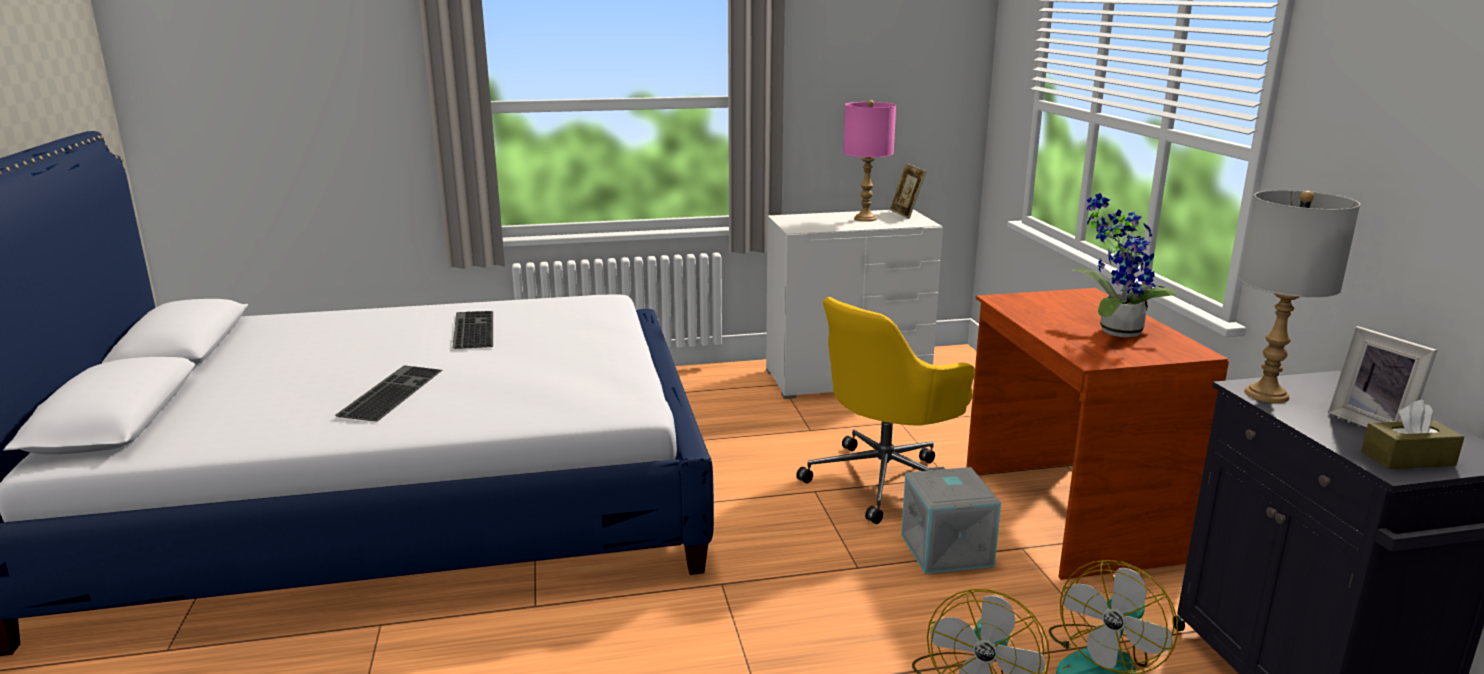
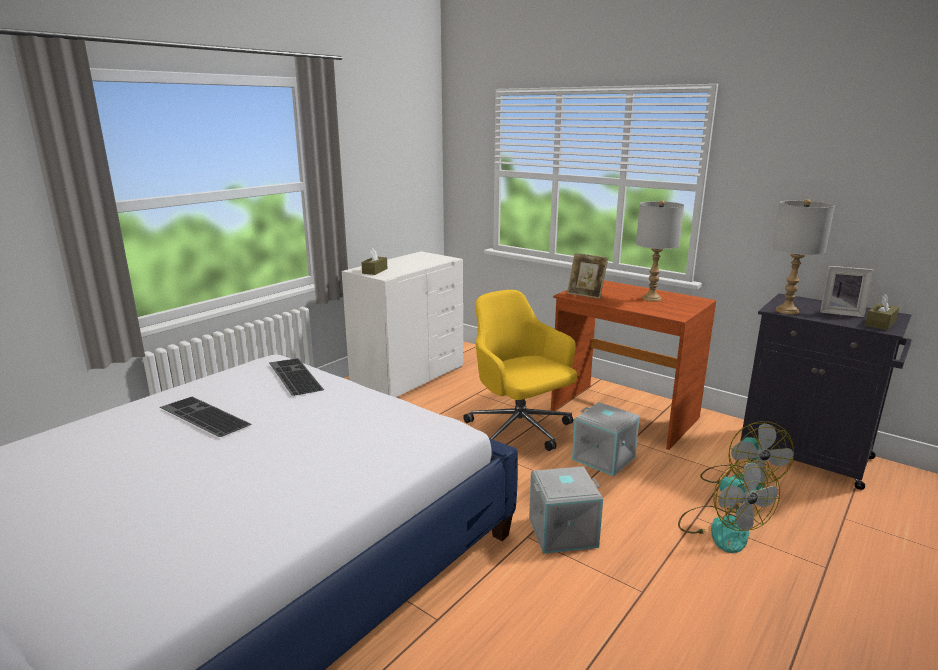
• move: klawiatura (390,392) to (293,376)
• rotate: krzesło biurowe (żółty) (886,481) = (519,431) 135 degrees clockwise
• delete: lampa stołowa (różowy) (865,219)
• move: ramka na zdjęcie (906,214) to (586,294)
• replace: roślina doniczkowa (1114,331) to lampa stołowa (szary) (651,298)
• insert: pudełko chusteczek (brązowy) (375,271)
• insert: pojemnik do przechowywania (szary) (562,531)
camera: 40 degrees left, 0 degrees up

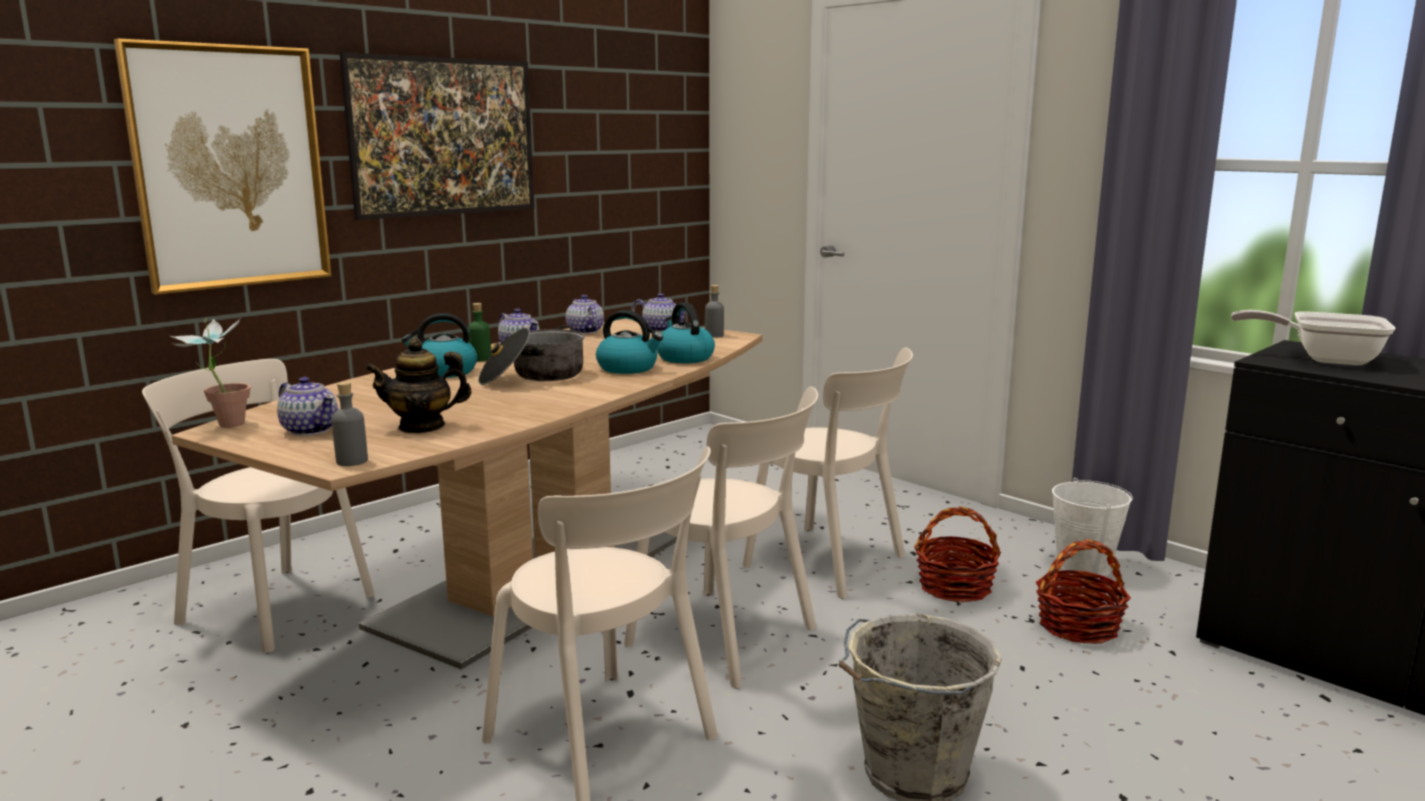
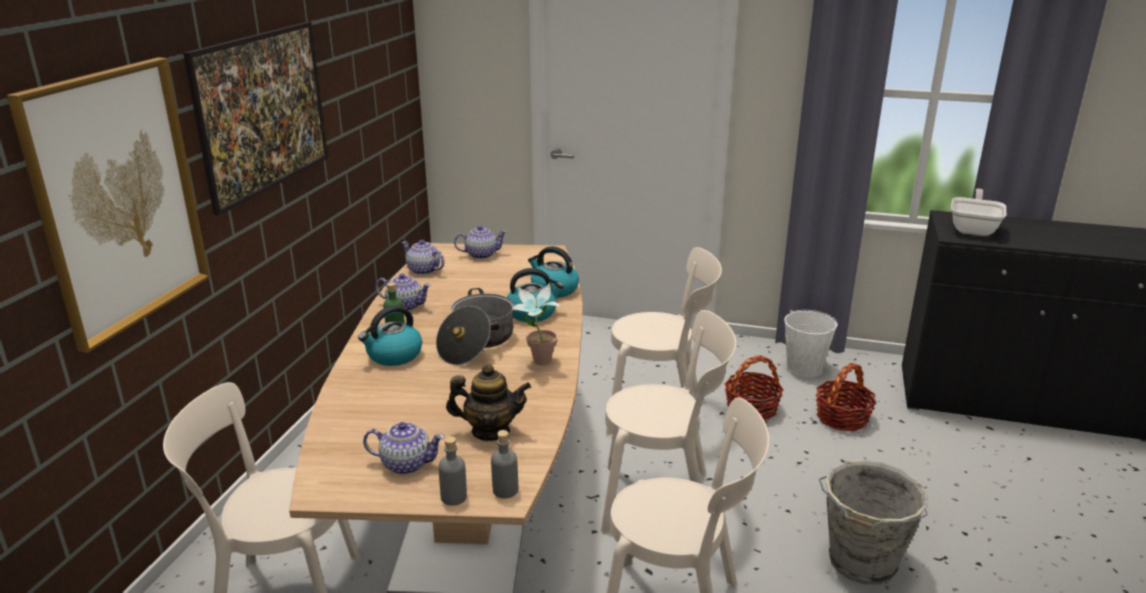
• move: roślina doniczkowa (221,425) to (537,364)
• rotate: imbryk (422,426) = (490,431) 135 degrees counterclockwise
• move: butelka (szary) (714,335) to (454,497)
• rotate: patelnia (1323,359) = (974,228) 120 degrees clockwise
camera: 30 degrees left, 10 degrees up

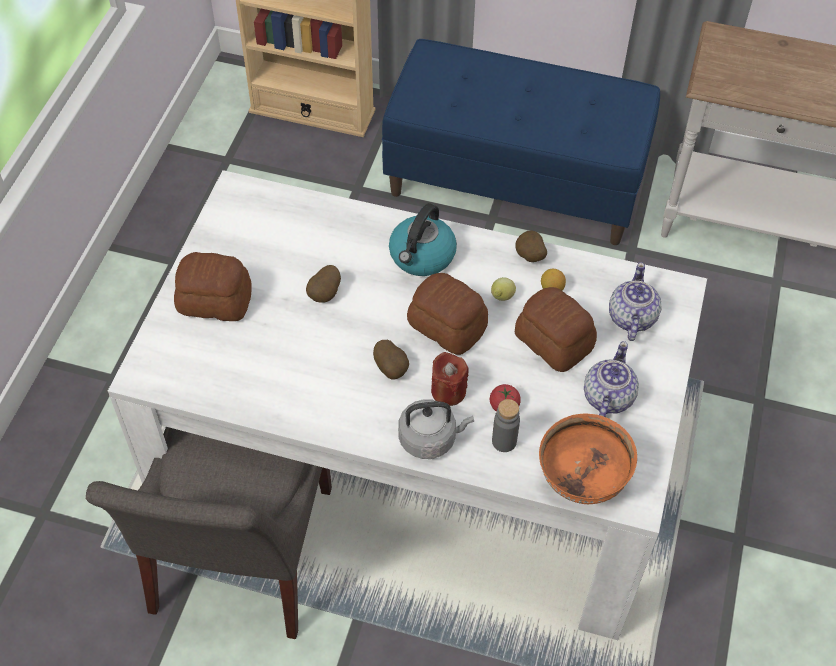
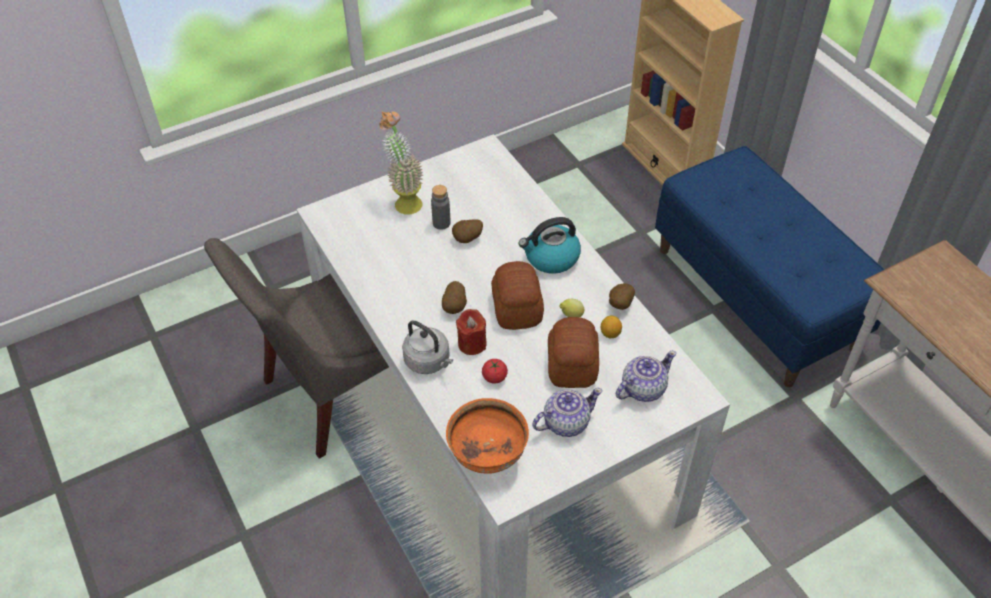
• replace: chleb (214,300) to roślina doniczkowa (404,200)
• move: butelka (szary) (504,441) to (441,223)
camera: 45 degrees right, 5 degrees down

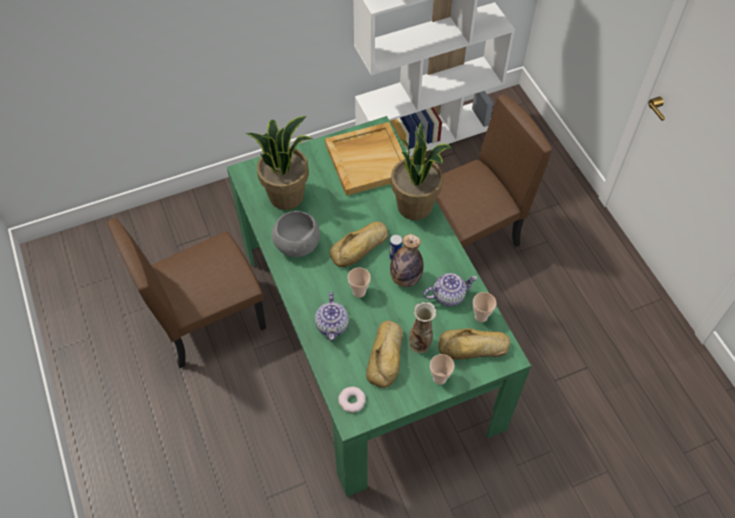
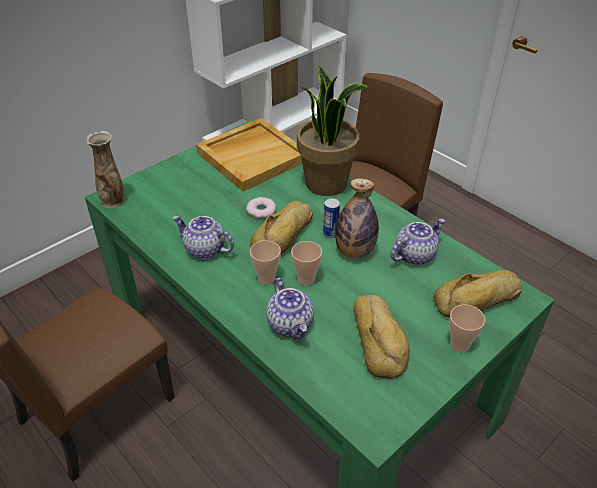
• delete: roślina doniczkowa (286,195)
• replace: miska (szary) (297,244) to imbryk (204,249)
• move: donut (352,401) to (261,210)
• move: wazon (420,344) to (113,201)
• move: filiżanka (481,316) to (266,278)
camera: 20 degrees left, 15 degrees down

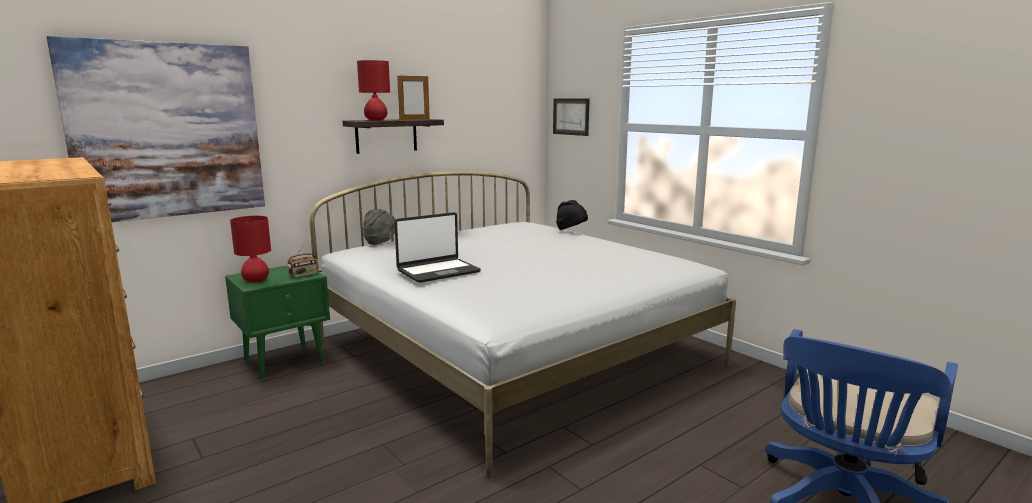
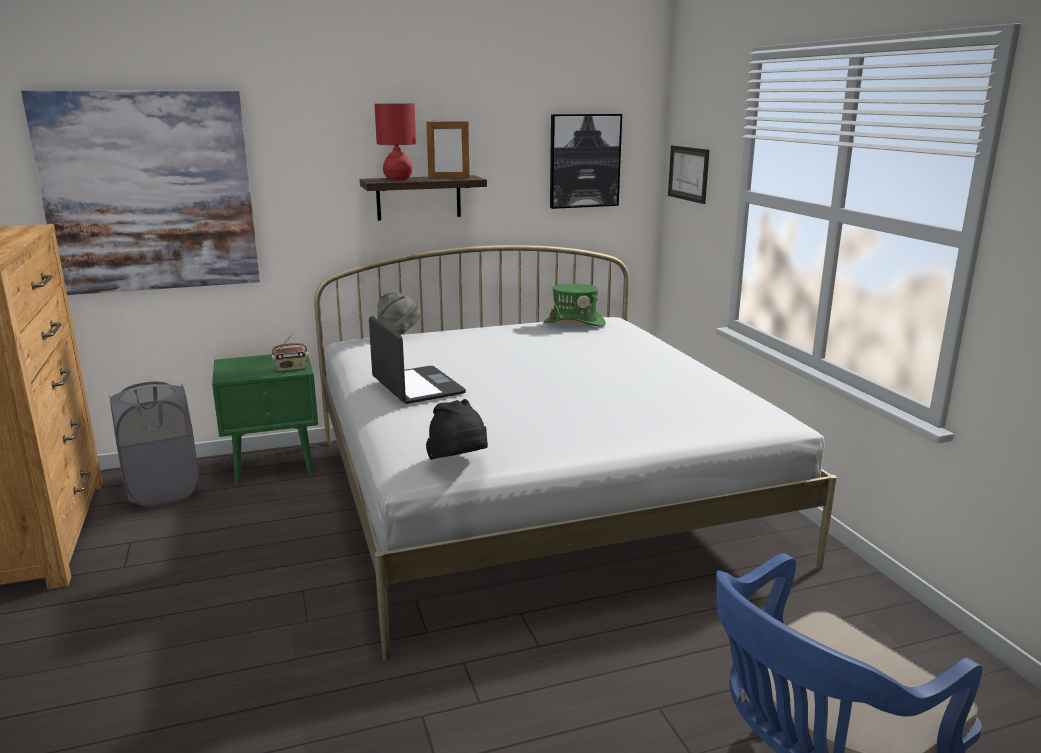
• delete: lampa stołowa (czerwony) (256,280)
• rotate: laptop (438,271) = (416,387) 105 degrees counterclockwise
• move: kapelusz (czarny) (571,231) to (459,463)
• insert: kosz na pranie (szary) (163,491)
• insert: kapelusz (zielony) (574,323)
• insert: obraz (584,161)
camera: 20 degrees right, 5 degrees up

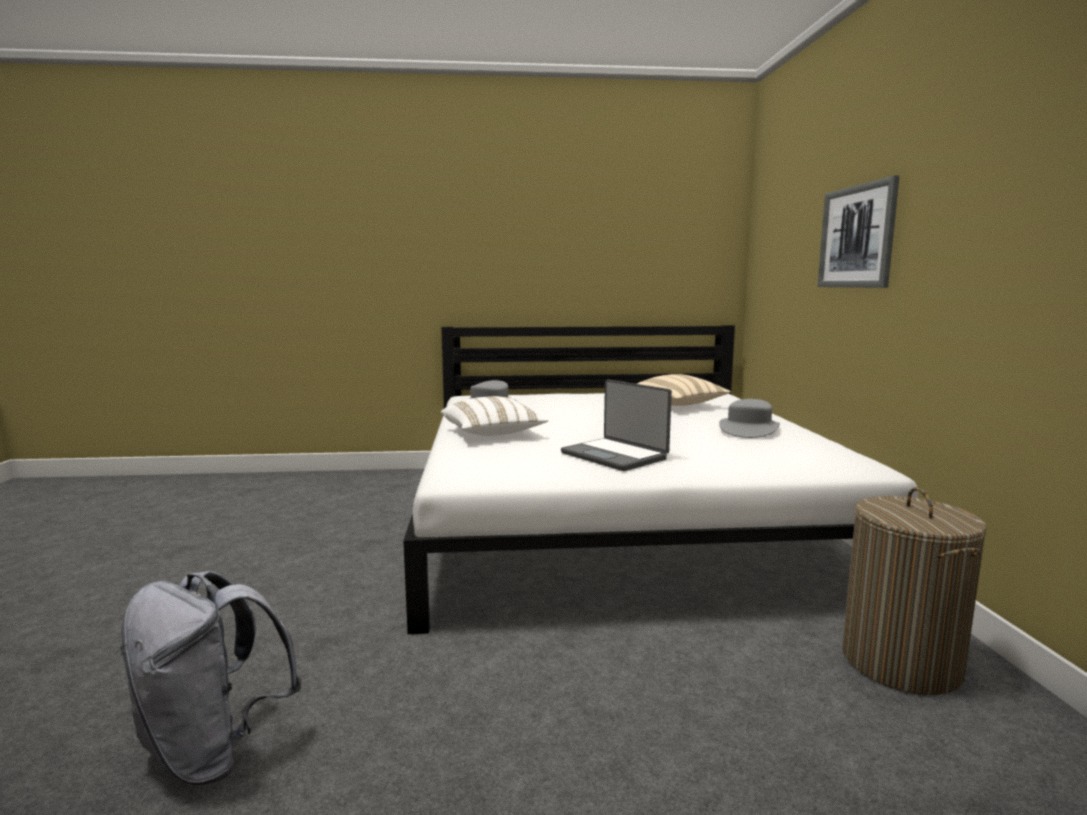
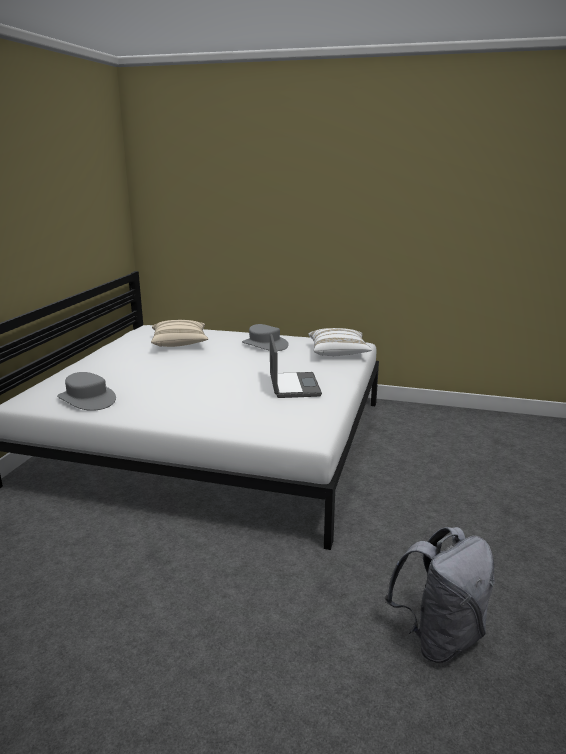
• move: poduszka (biały) (492,434) to (338,353)
• rotate: laptop (615,456) = (293,386) 75 degrees counterclockwise
• delete: obraz (856,237)
• delete: kosz na pranie (901,663)
camera: 70 degrees left, 10 degrees up

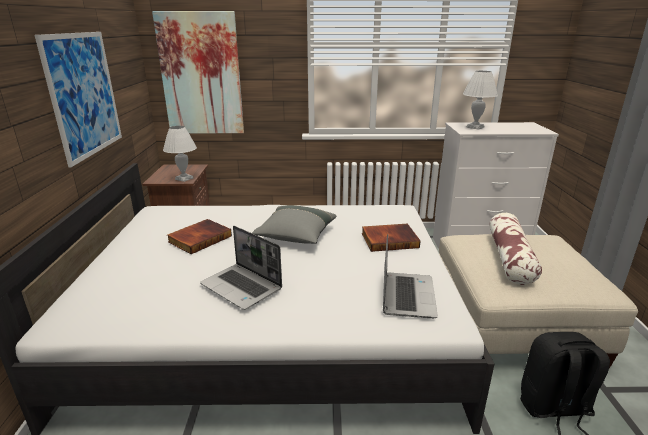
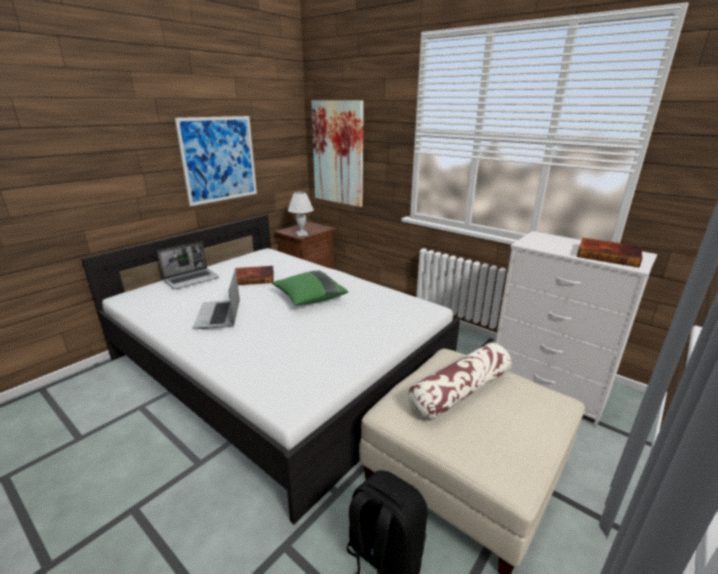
• recolor: poduszka (szary) (295,236) to poduszka (zielony) (309,298)
• move: książka (389,240) to (608,255)
• move: laptop (406,295) to (192,279)
• delete: lampa stołowa (biały) (475,127)
camera: 40 degrees right, 0 degrees up

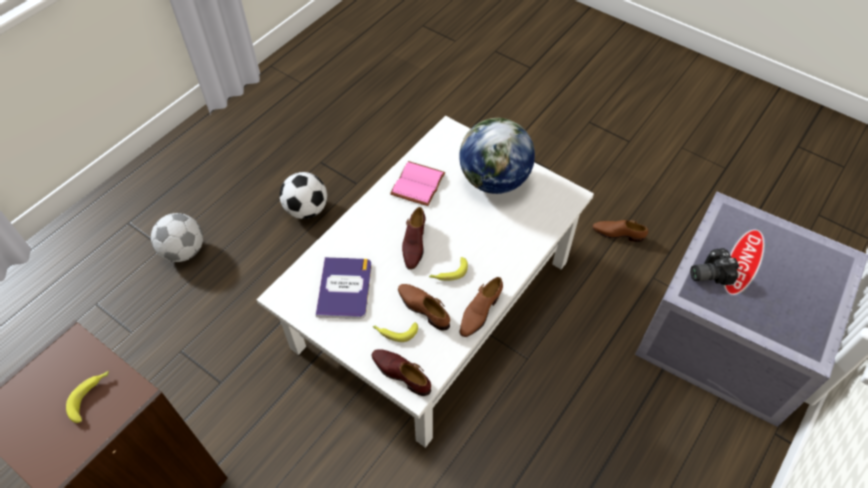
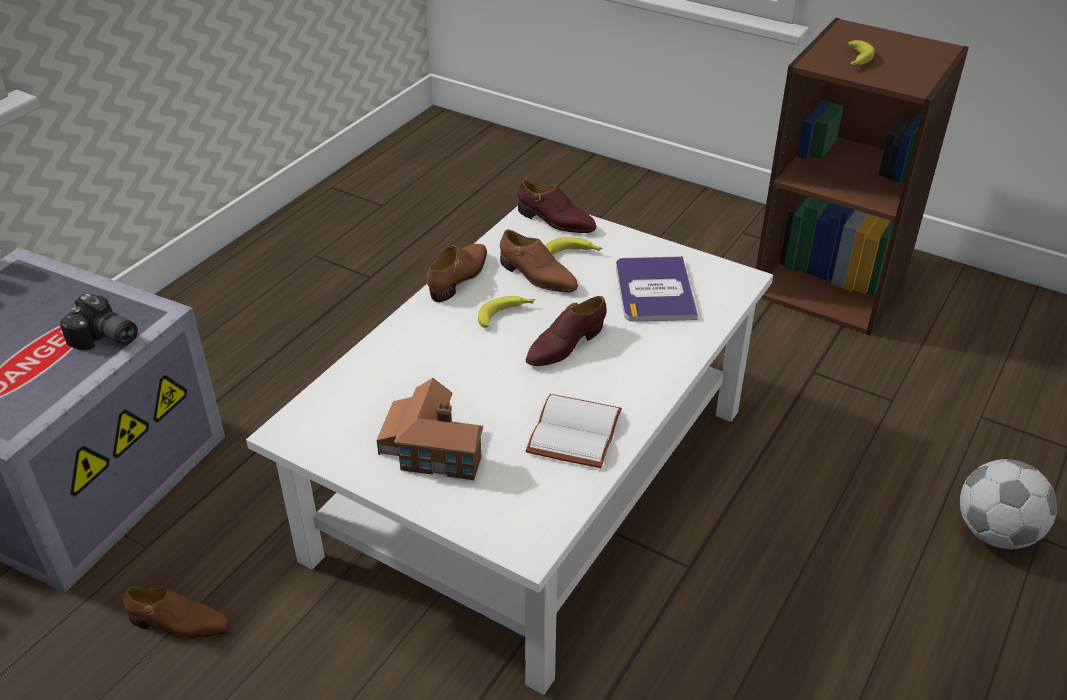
• delete: piłka futbolowa (306,210)
• recolor: książka (różowy) (419,185) to książka (biały) (572,431)
• rotate: but (brązowy) (414,244) = (565,345) 135 degrees counterclockwise
• replace: globus (493,180) to domek (432,448)
• rotate: aparat fotograficzny (708,272) = (104,339) 45 degrees clockwise
camera: 175 degrees right, 15 degrees down

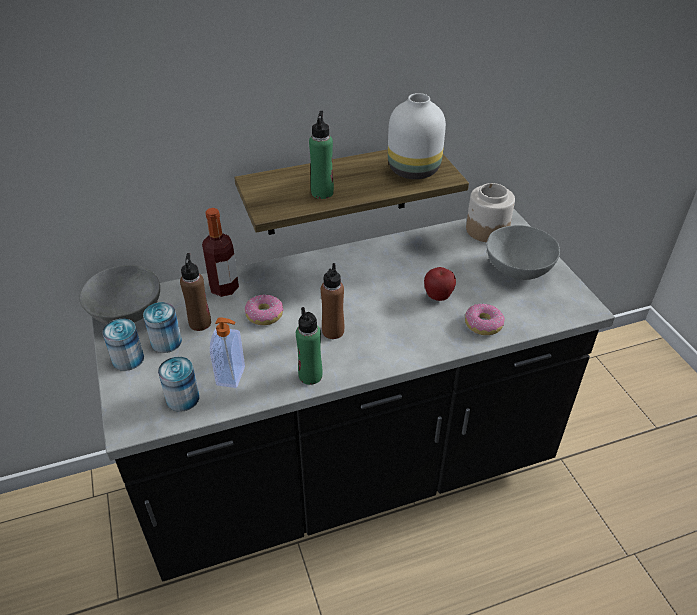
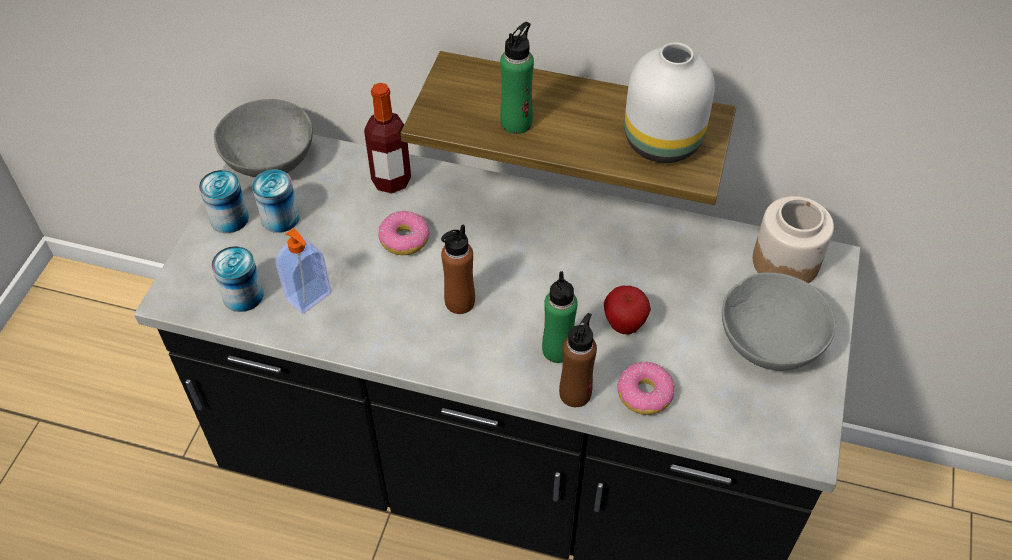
• move: butelka (brązowy) (200,323) to (575,393)
• move: butelka (zielony) (310,376) to (557,350)
camera: 35 degrees right, 10 degrees up

